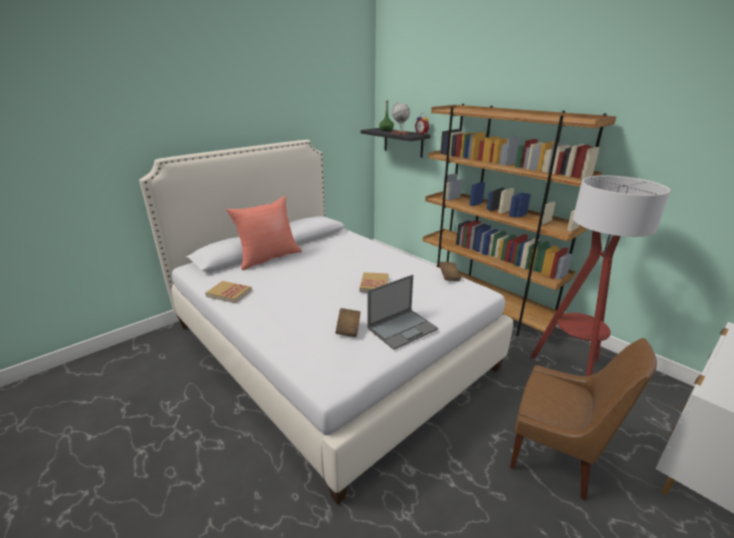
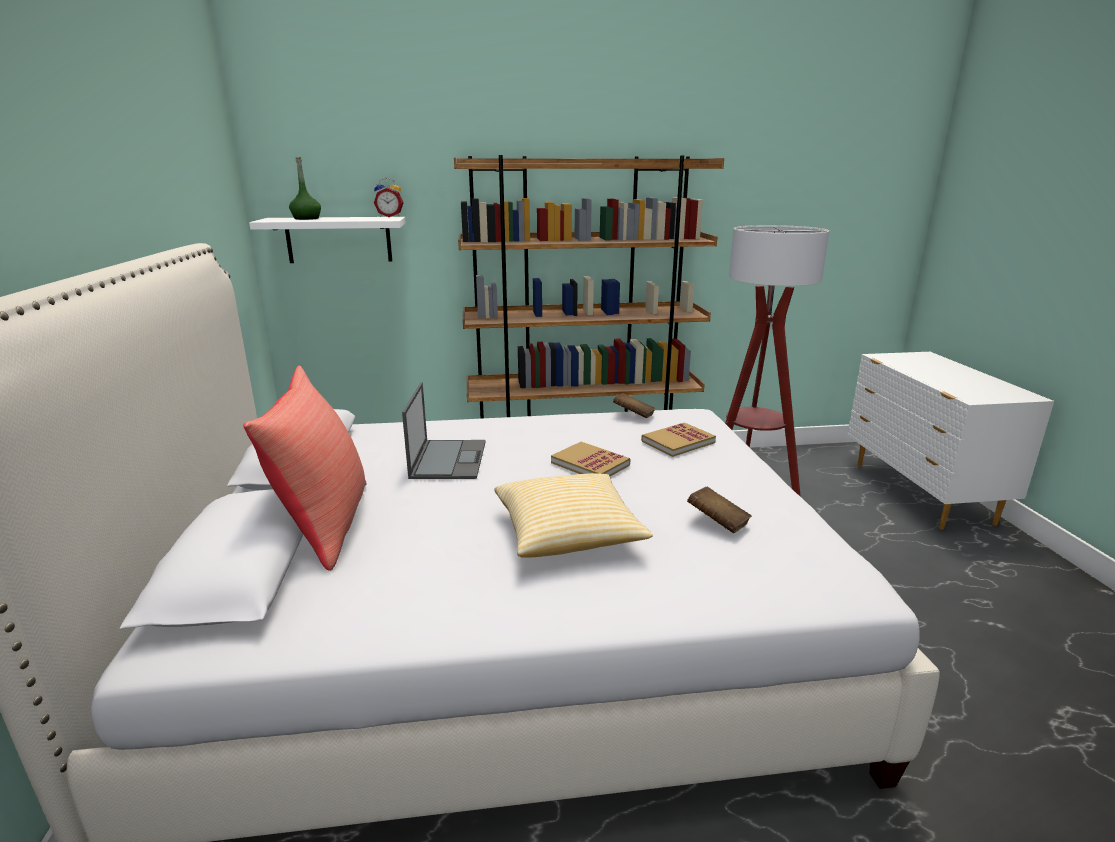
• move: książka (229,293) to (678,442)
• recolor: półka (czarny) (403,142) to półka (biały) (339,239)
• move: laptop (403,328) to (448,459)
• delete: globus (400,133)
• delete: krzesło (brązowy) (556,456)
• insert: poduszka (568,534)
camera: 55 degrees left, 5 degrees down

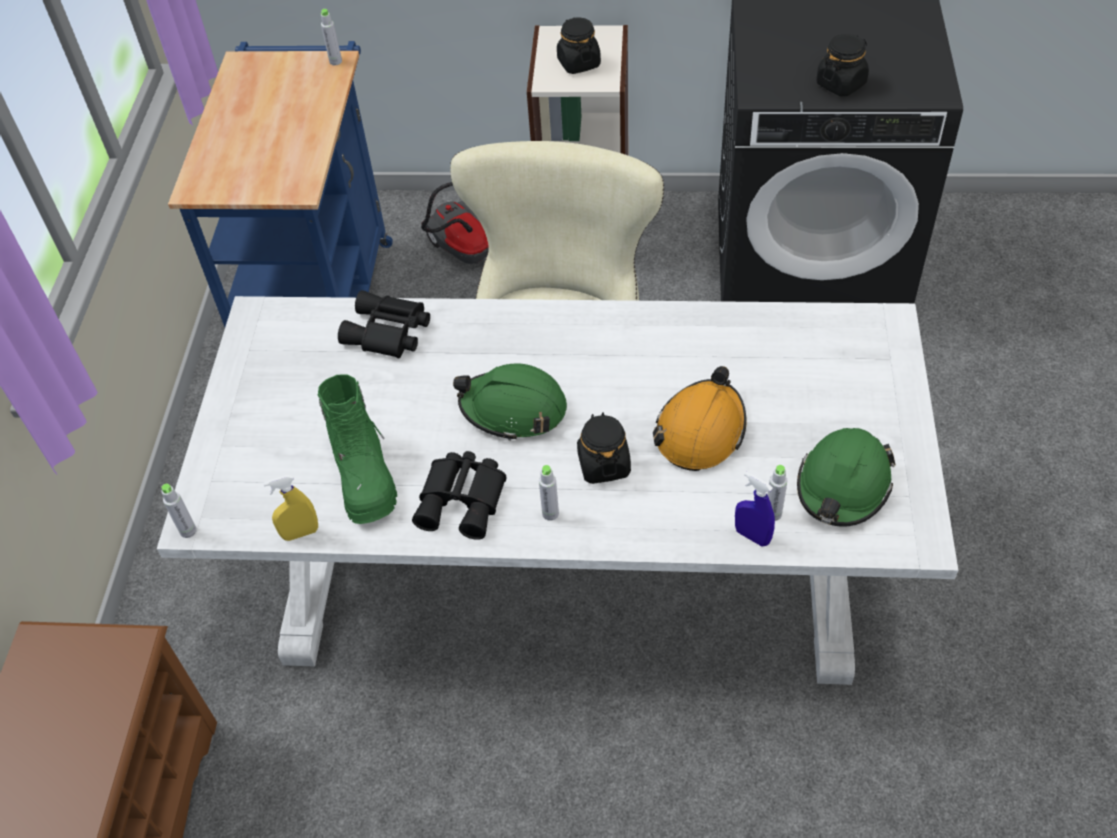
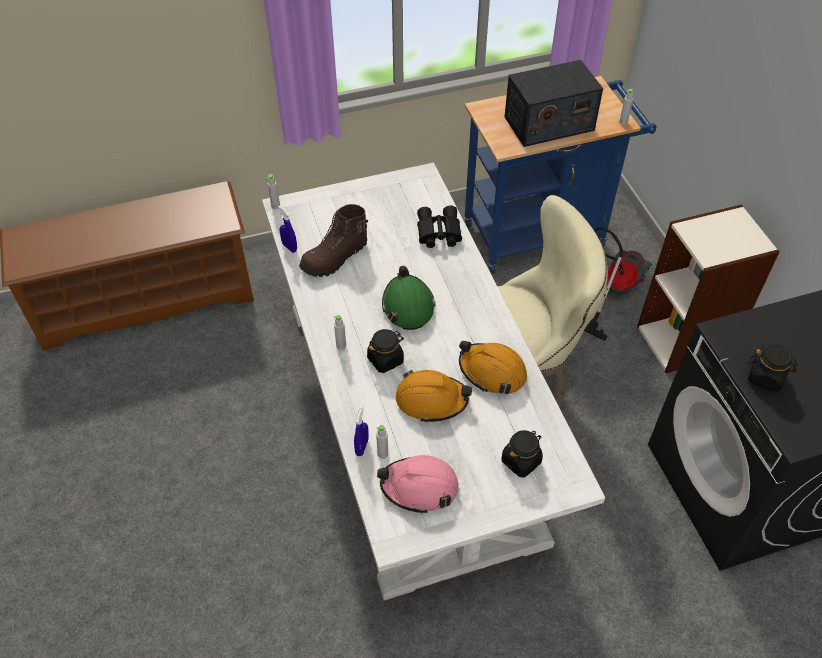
• recolor: spryskiwacz (żółty) (300,533) to spryskiwacz (niebieski) (289,247)
• recolor: but z cholewką (zielony) (364,475) to but z cholewką (brązowy) (335,258)
• delete: lornetka (czarny) (464,500)
• move: słoik (czarny) (578,63) to (521,461)
• recolor: kask (zielony) (843,486) to kask (różowy) (419,487)
• insert: kask (pomarańczowy) (492,372)
• insert: radio (548,124)
camera: 65 degrees right, 0 degrees up

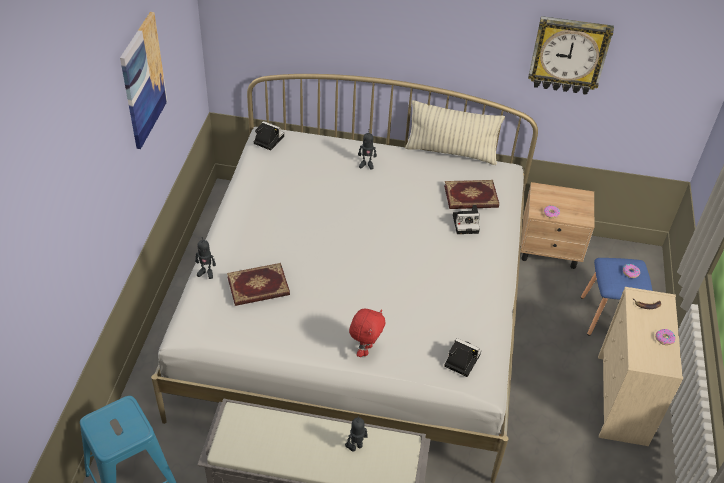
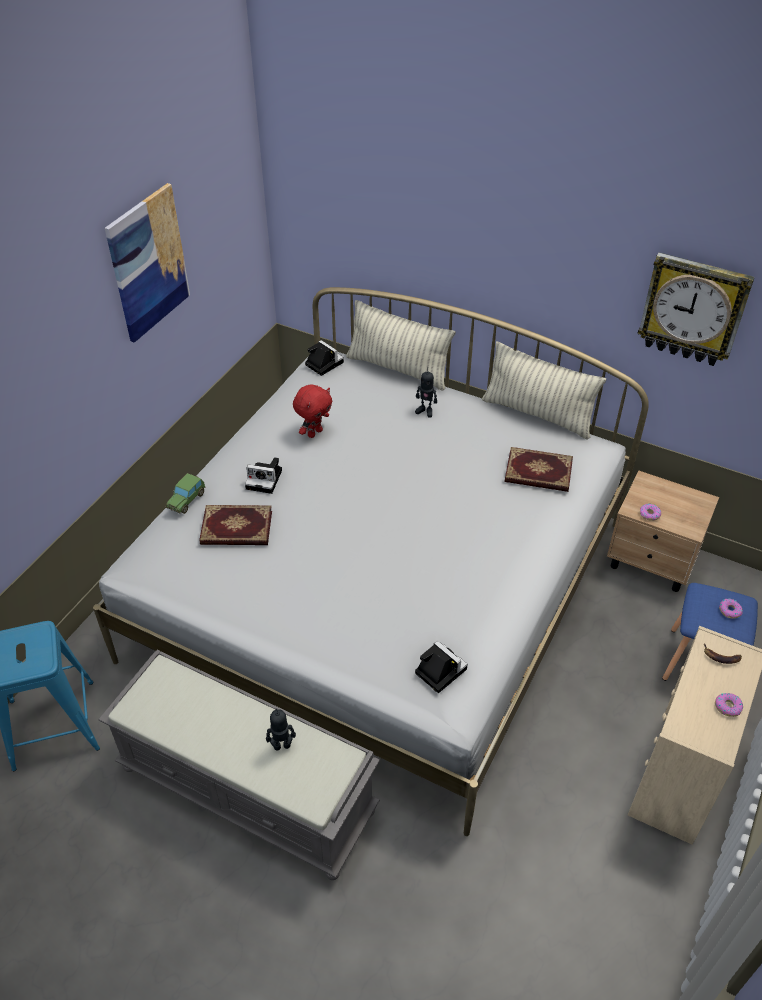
• replace: robot zabawkowy (206,272) to samochodzik (187,500)
• move: pluszak (czerwony) (365,349) to (314,432)
• move: aparat fotograficzny (466,223) to (265,479)
• insert: poduszka (398,369)
camera: 20 degrees right, 0 degrees up

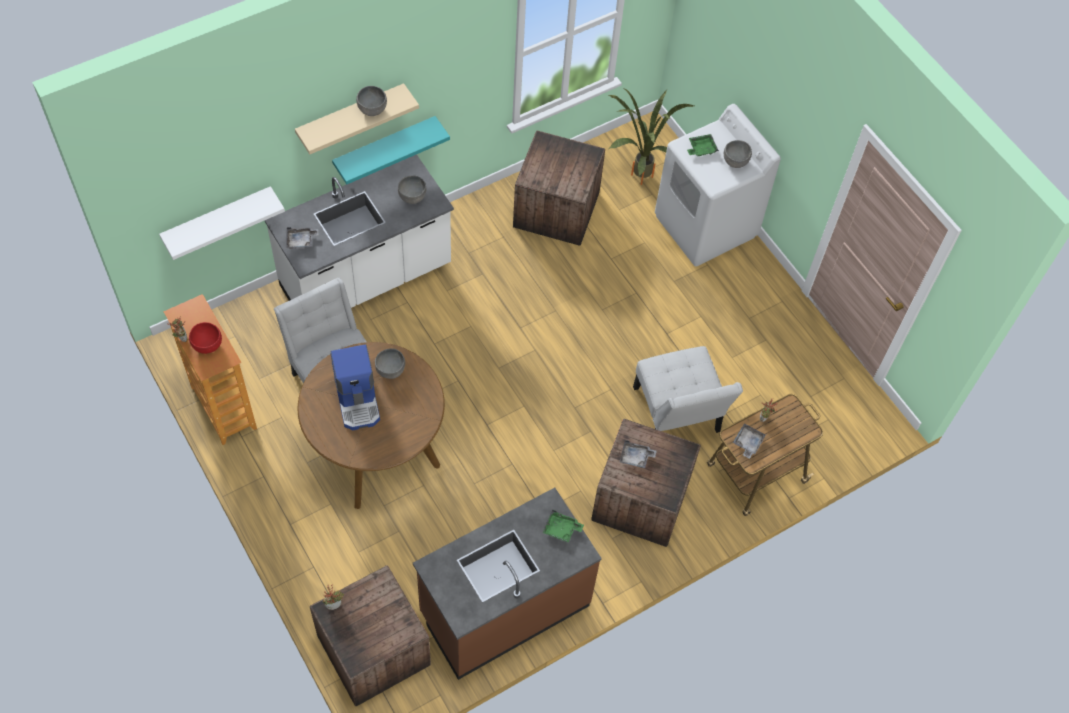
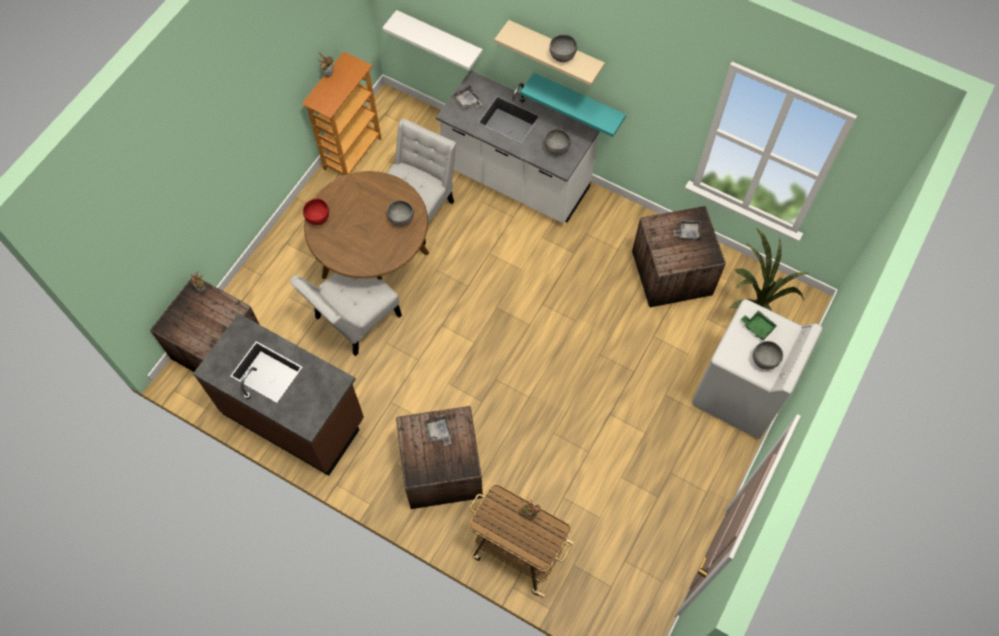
• move: miska (czerwony) (207,345) to (318,218)
• delete: ekspres do kawy (358,400)
• delete: taca (zielony) (561,529)
• move: krzesło (biały) (677,414) to (354,319)
• move: taca (szary) (747,443) to (687,232)
camera: 65 degrees right, 5 degrees up

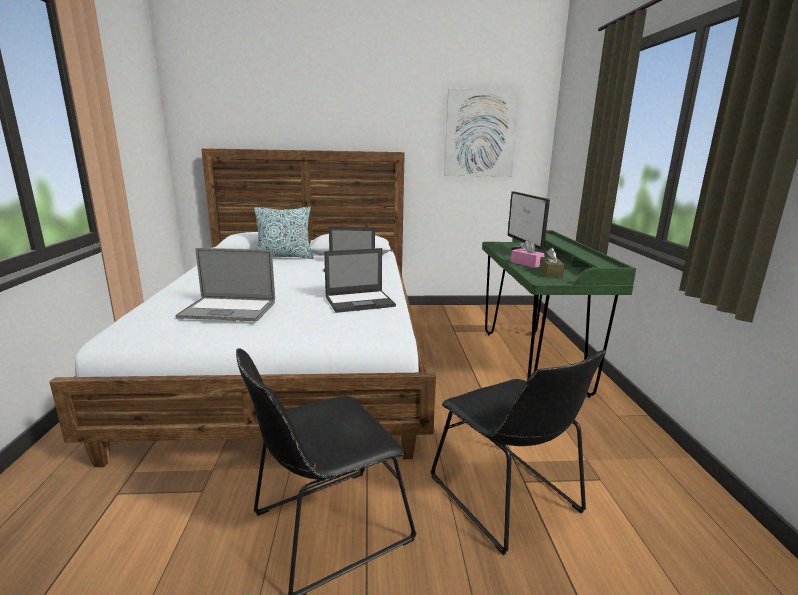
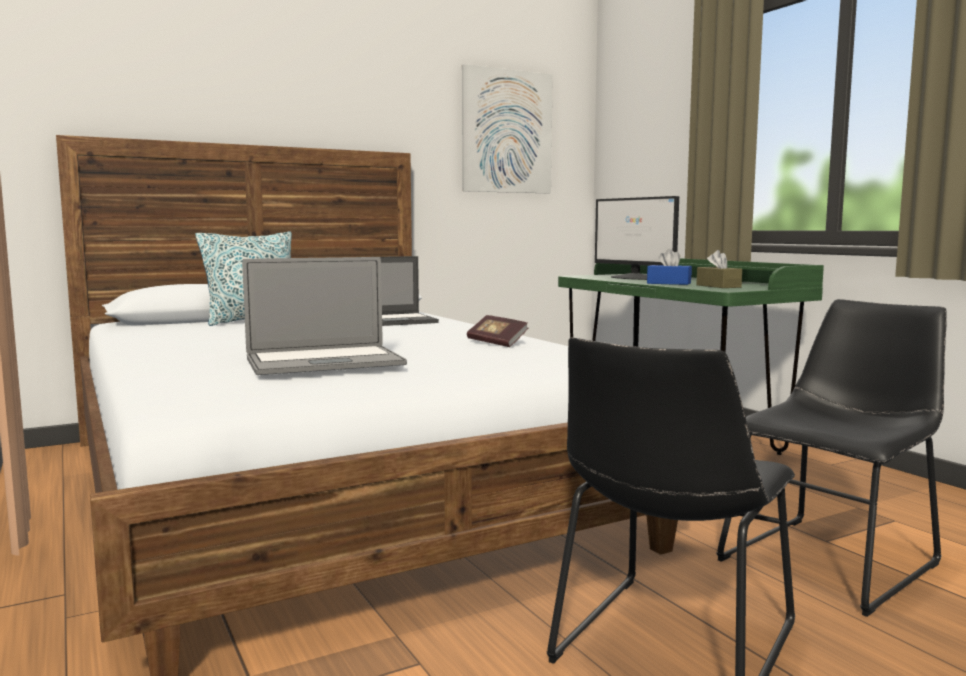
• replace: laptop (360,301) to książka (497,343)
• rotate: krzesło (czarny) (508,498) = (833,559) 75 degrees counterclockwise
• recolor: pudełko chusteczek (różowy) (526,264) to pudełko chusteczek (niebieski) (669,283)
camera: 25 degrees left, 10 degrees down

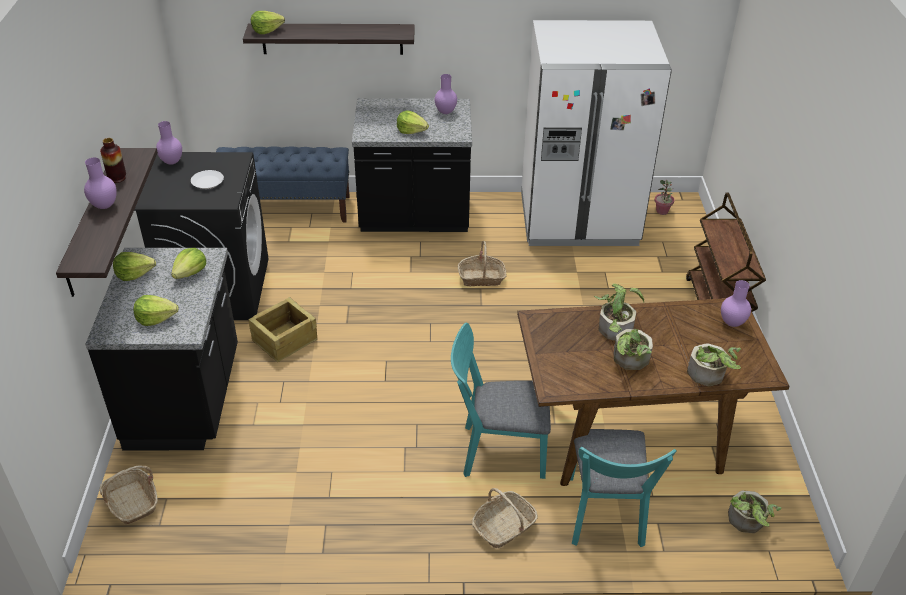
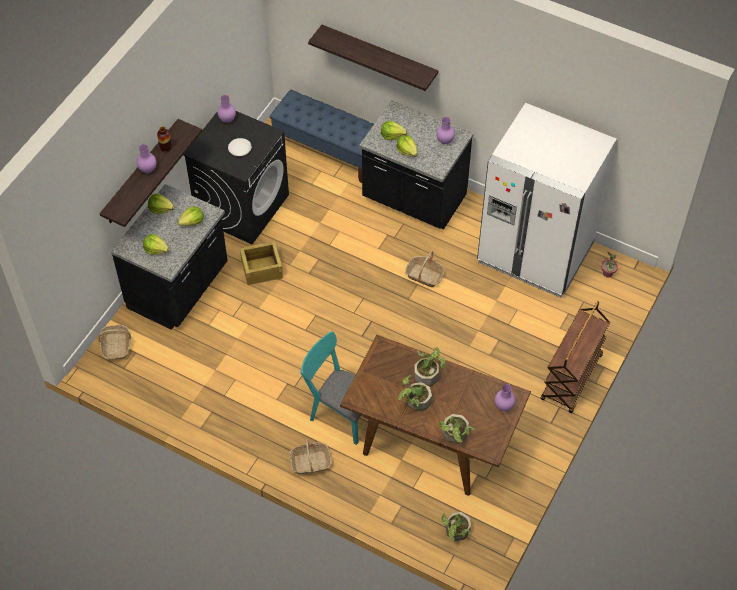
• move: sałata (267,30) to (392,135)
• delete: krzesło (turkusowy) (604,517)
camera: 30 degrees right, 15 degrees up

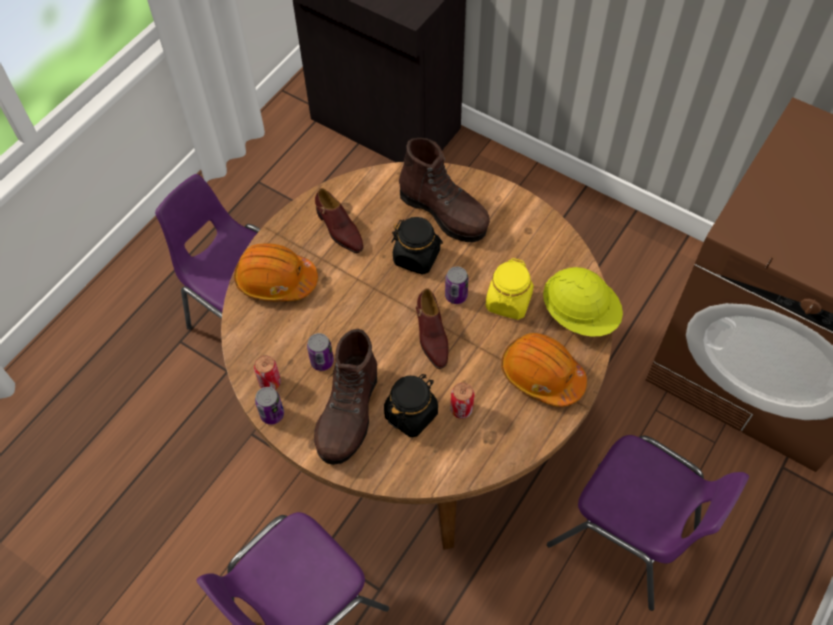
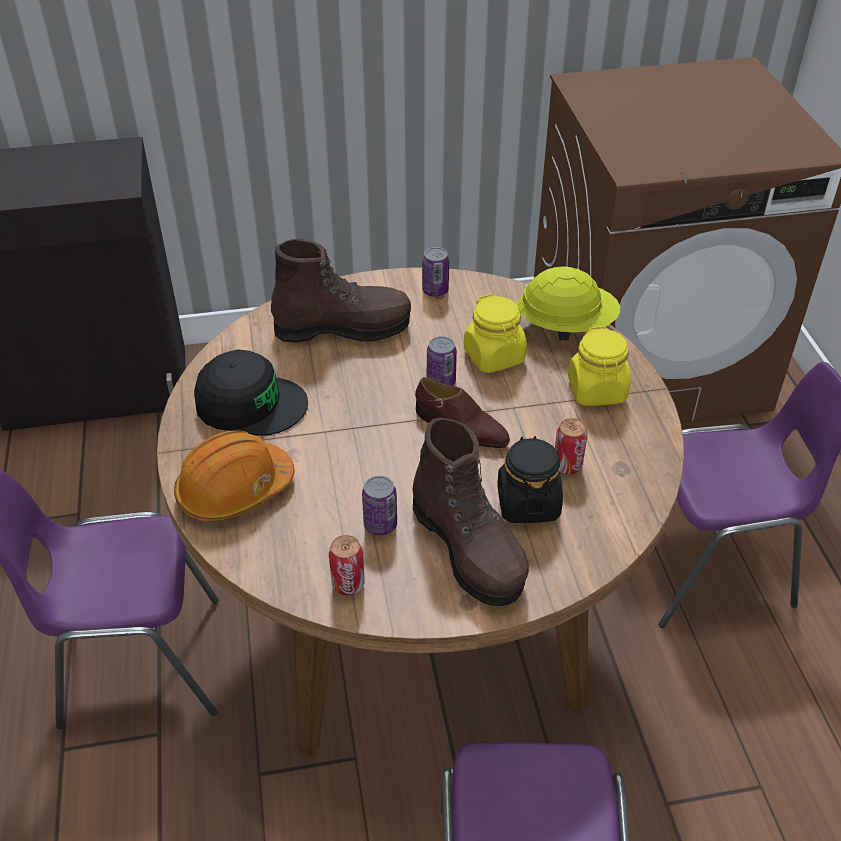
• move: puszka (272,414) to (435,290)
• replace: but (brązowy) (339,229) to czapka z daszkiem (czarny) (250,403)
• delete: słoik (czarny) (417,257)
• replace: kask (pomarańczowy) (541,375) to słoik (żółty) (597,390)
camera: 45 degrees left, 15 degrees down

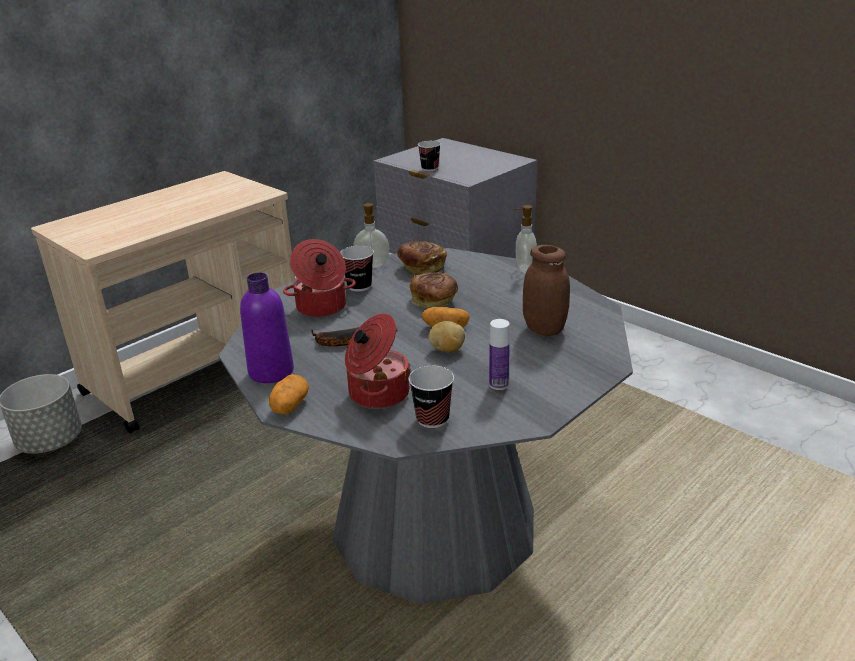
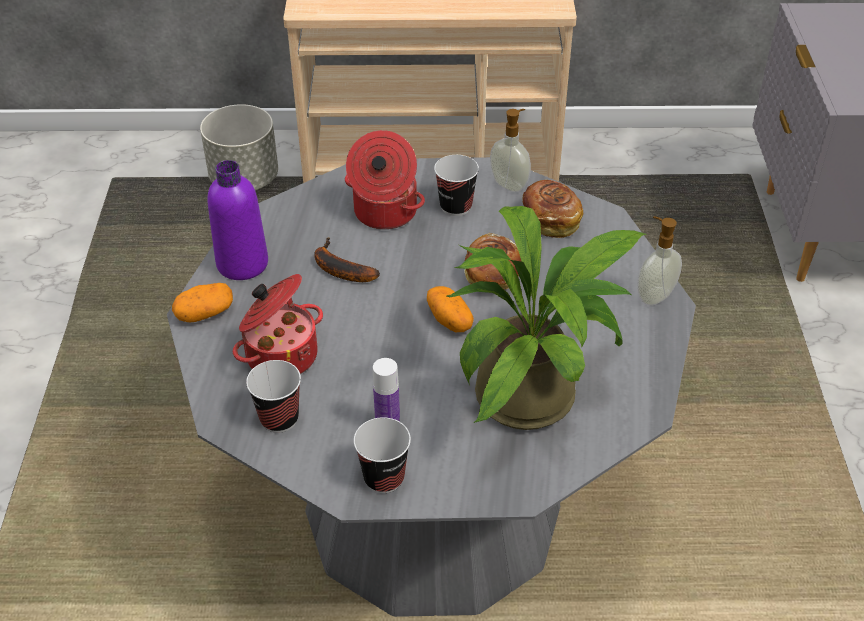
• move: filiżanka (430,168) to (384,478)
• delete: ziemniak (447,350)
• replace: słoik (brązowy) (544,329) to roślina doniczkowa (537,394)
camera: 45 degrees right, 15 degrees up

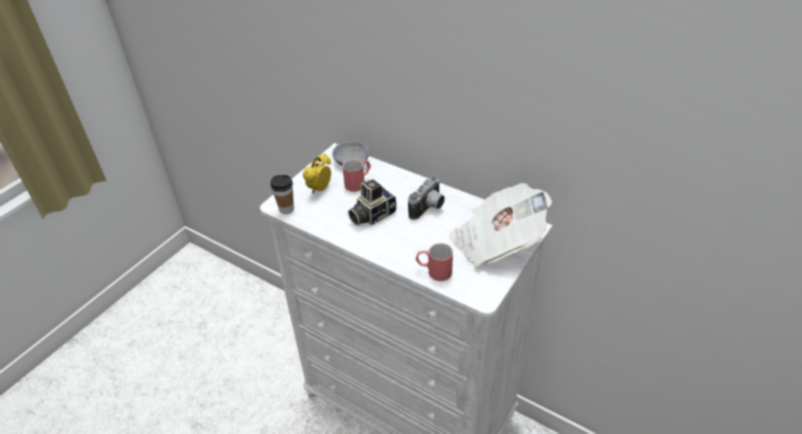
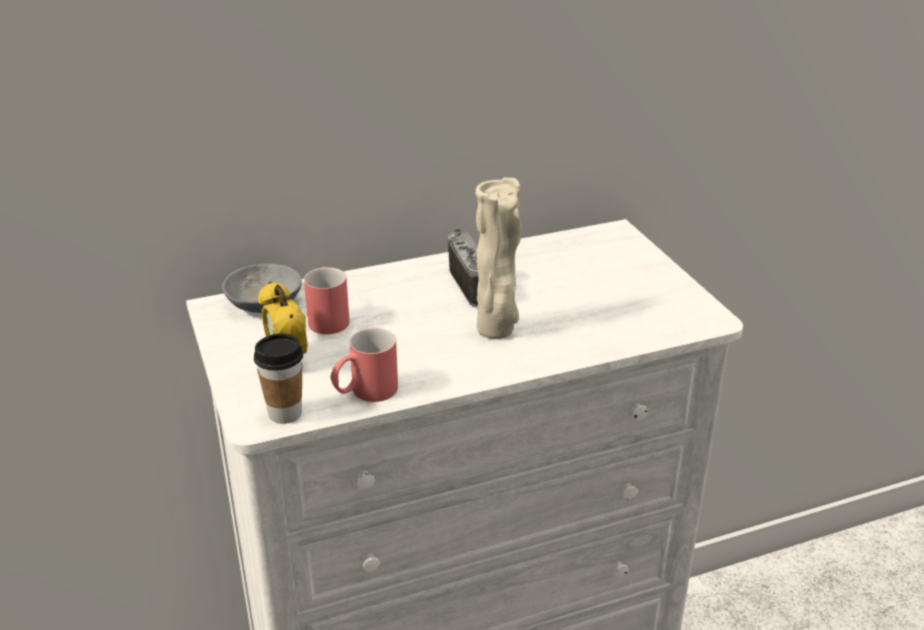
• delete: aparat fotograficzny (371,215)
• move: kubek (czerwony) (434,271) to (365,393)
• delete: gazeta (496,242)
• insert: wazon (beżowy) (496,331)
camera: 55 degrees left, 10 degrees down

